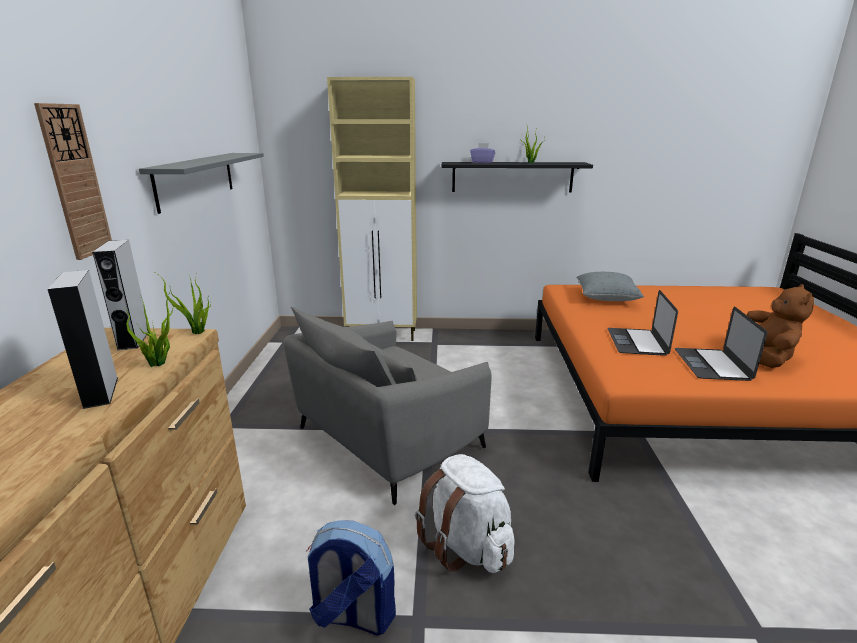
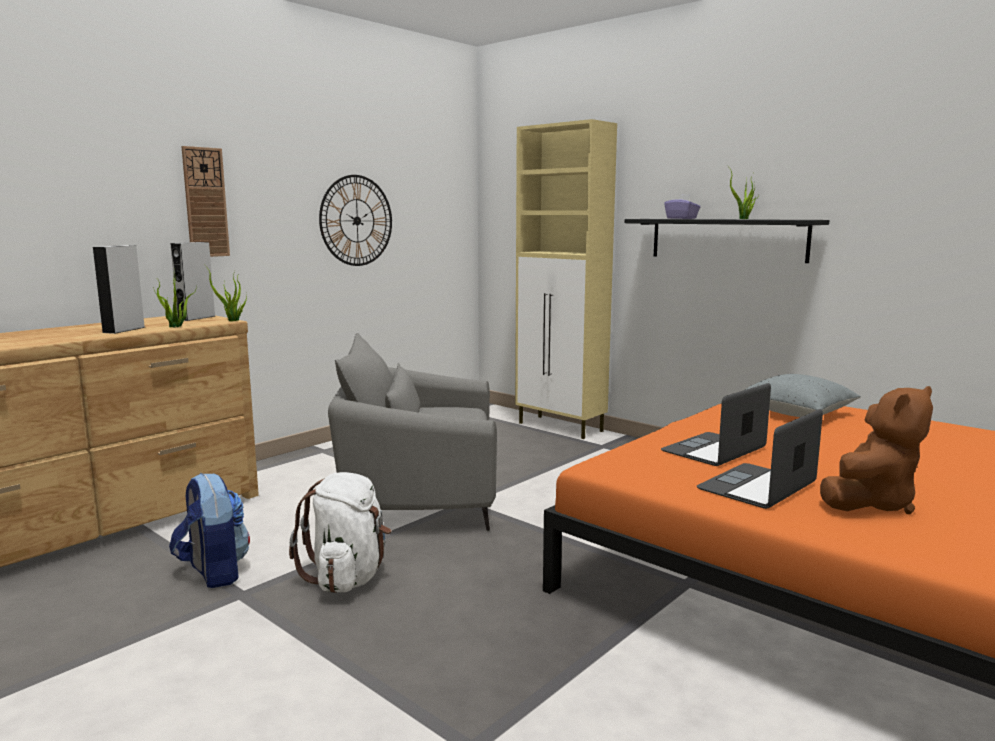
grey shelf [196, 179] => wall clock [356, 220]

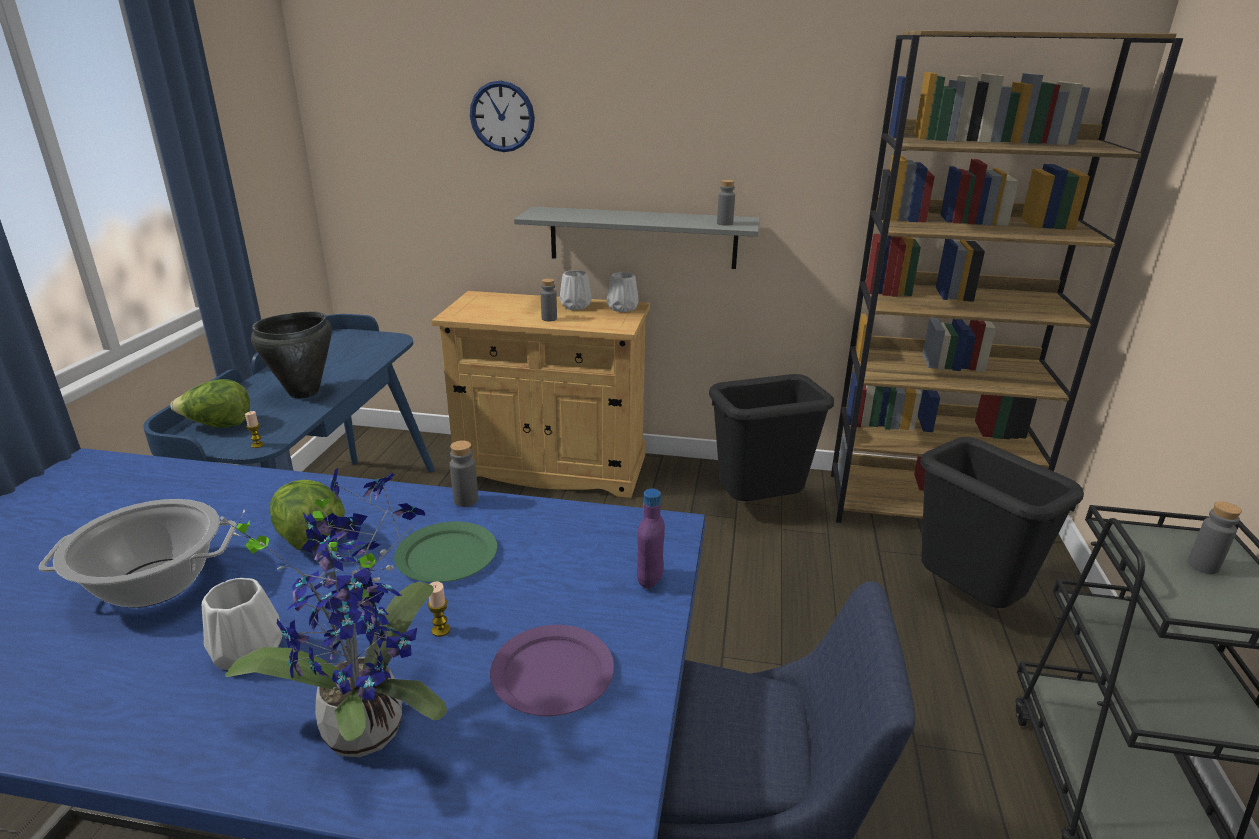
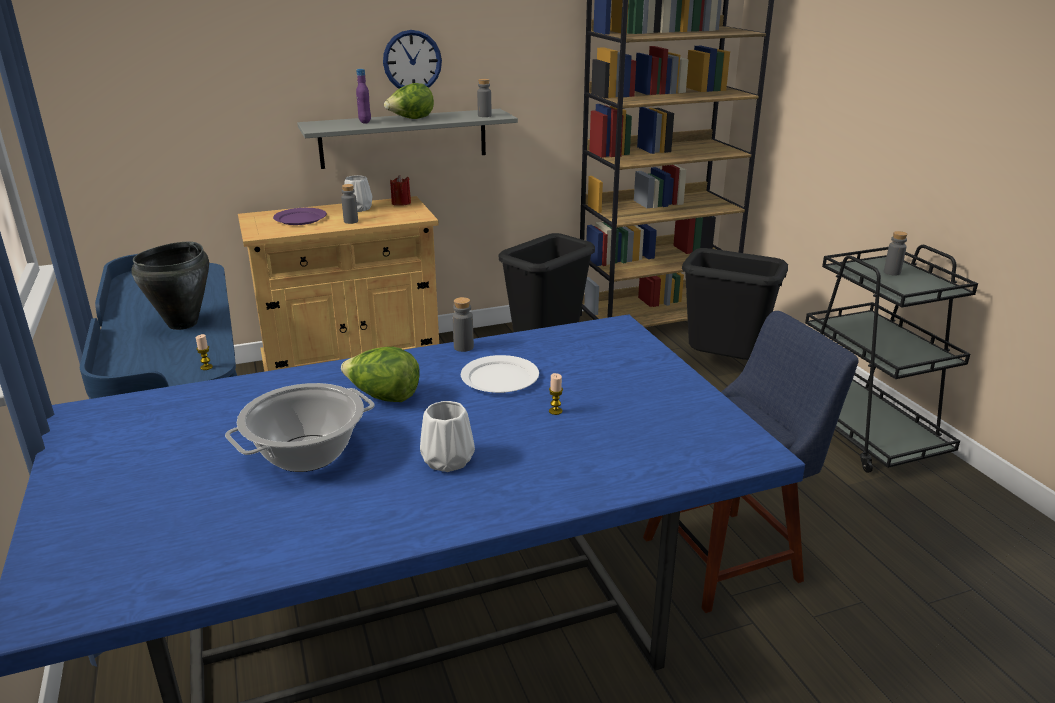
wall clock [502, 116] => wall clock [412, 61], move
white vase [623, 308] => red candle [401, 203]
lettuce [218, 426] => lettuce [411, 119], move
potted plant [367, 721] => nothing
purple bottle [650, 579] => purple bottle [365, 122], move
green plate [446, 556] => white plate [499, 378]
purple plate [553, 674] => purple plate [300, 219], move

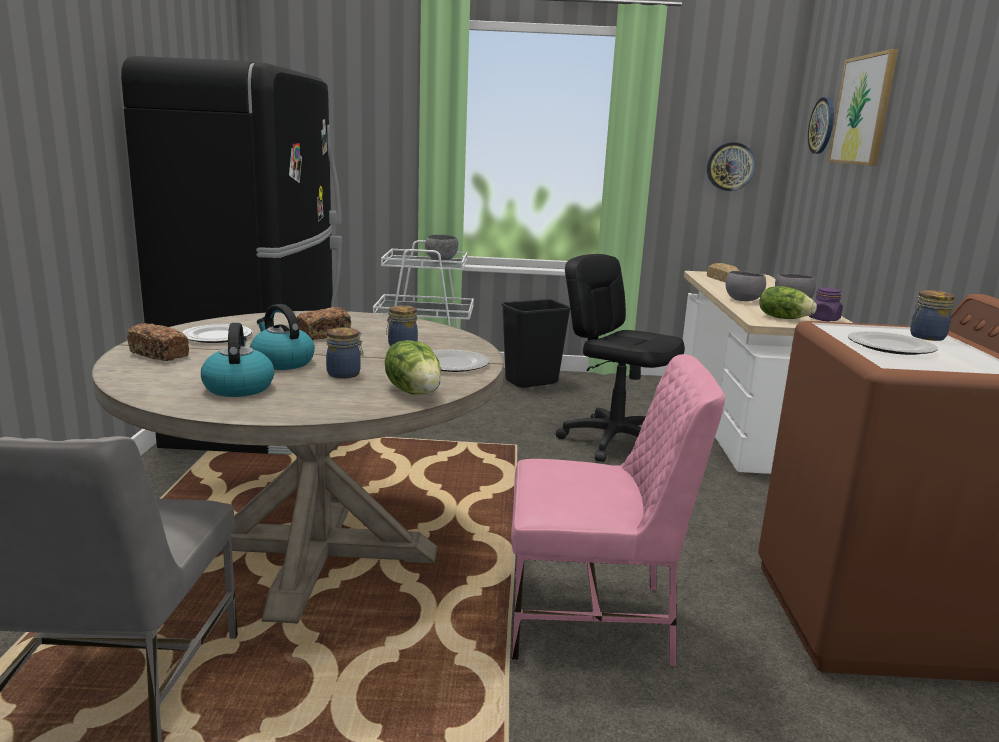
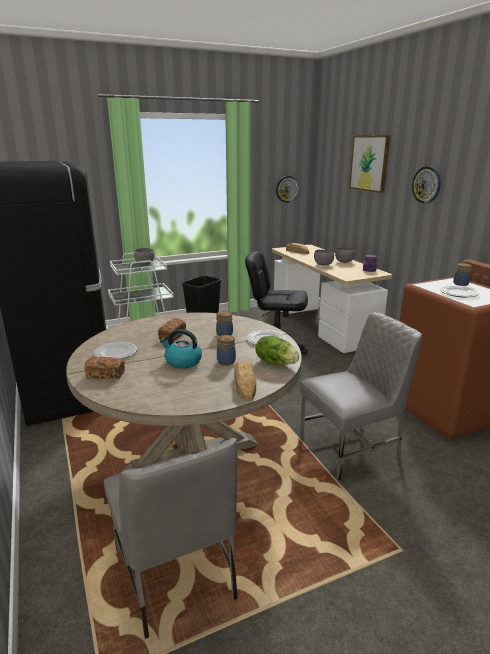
wall clock [822, 125] => wall clock [426, 184], move
lettuce [783, 318] => nothing
kettle [238, 387] => nothing
pink chair [593, 619] => grey chair [351, 448]
nothing => bread [245, 384]

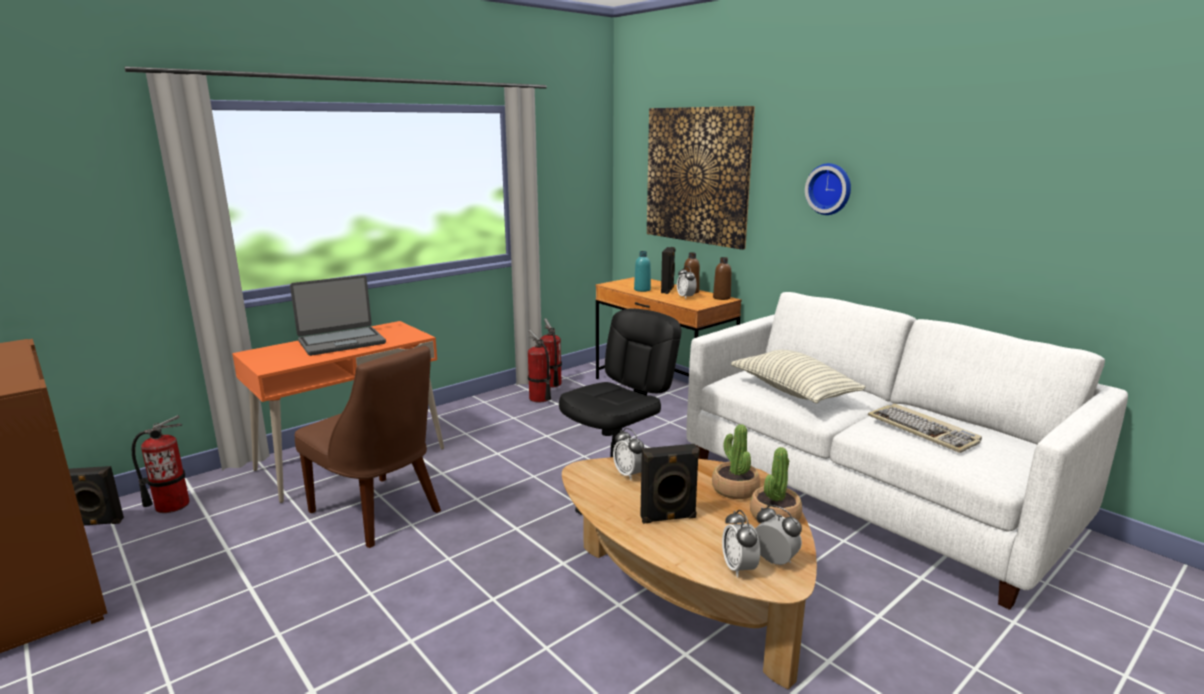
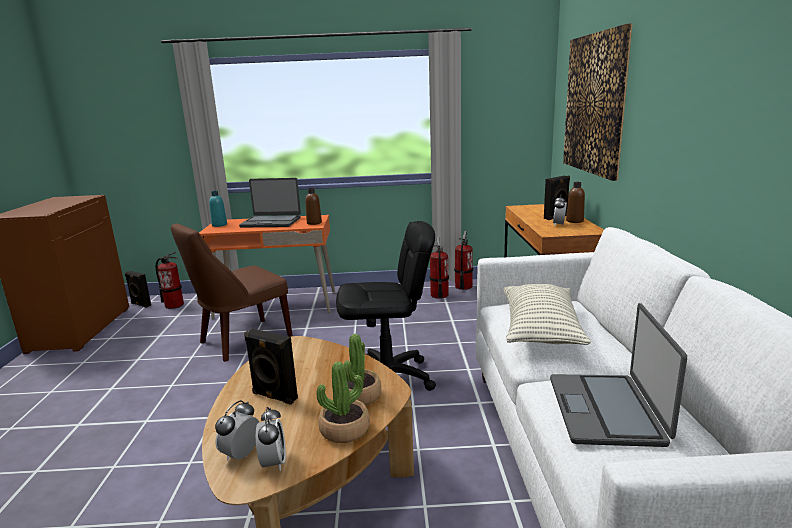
wall clock [830, 189] => nothing
turquoise bottle [642, 290] => turquoise bottle [219, 225], move
brown bottle [721, 298] => brown bottle [314, 223], move
brown chair [379, 513] => brown chair [241, 341], 60 degrees clockwise
keyboard [924, 431] => laptop [606, 410]
alarm clock [629, 474] => nothing

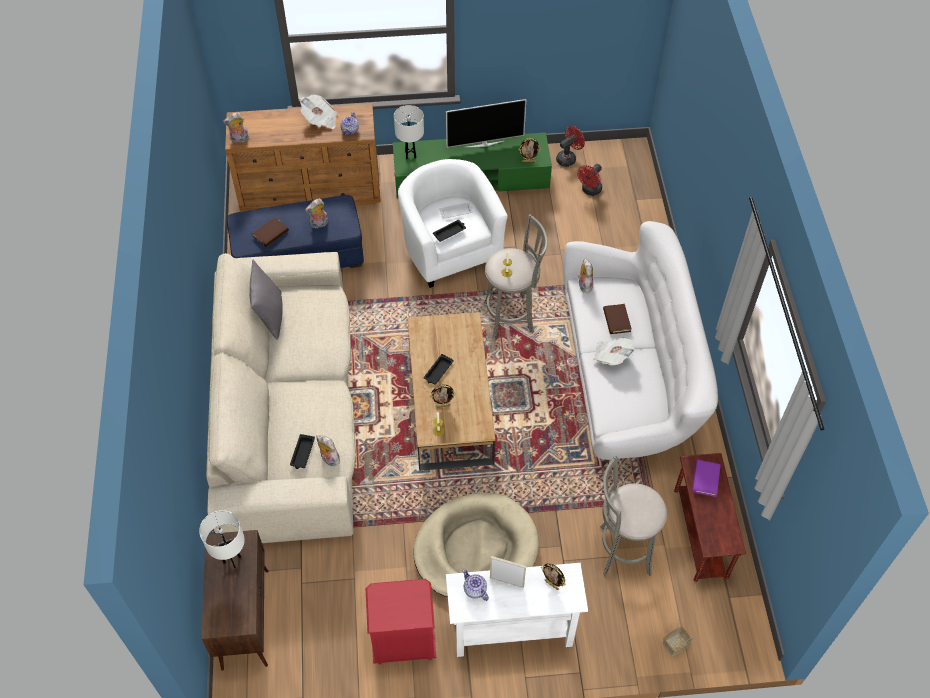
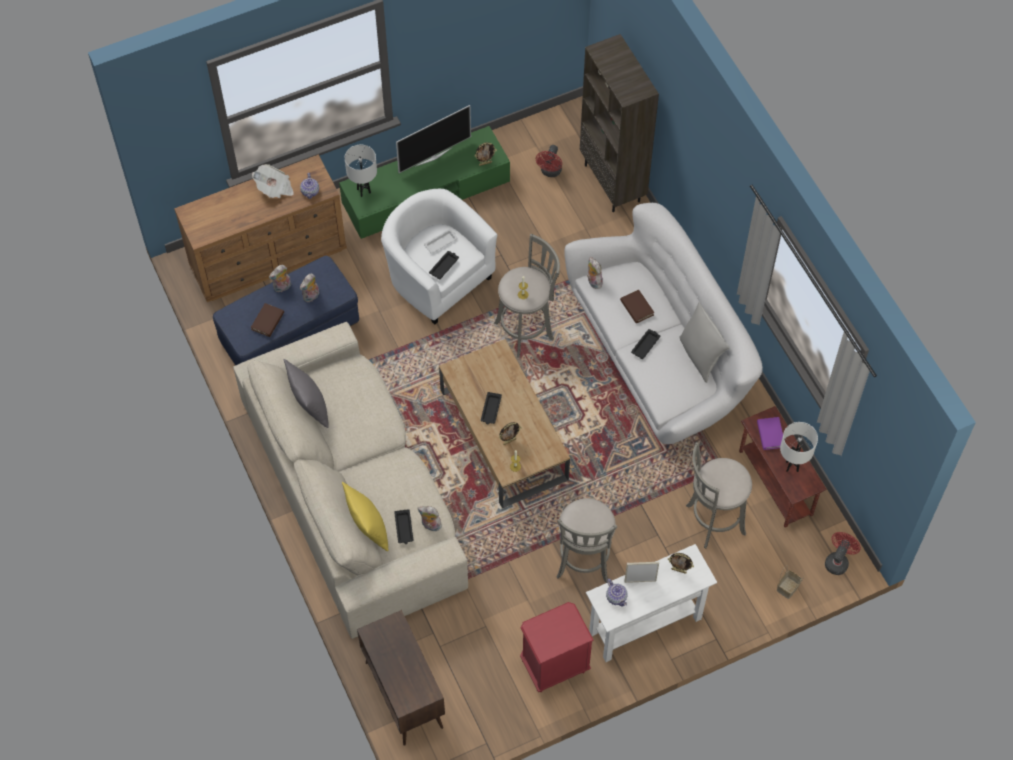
plush toy [239, 139] => plush toy [282, 287], move
red fan [568, 158] => red fan [838, 561], move
newspaper [612, 356] => black tray [646, 345]
beige dog bed [475, 549] => grey stool [583, 563]
white table lamp [232, 560] => white table lamp [791, 466], move
teapot [475, 590] => teapot [616, 597], 150 degrees counterclockwise
nothing => brown bookcase [613, 183]
nothing => grey pillow [700, 356]
nothing => yellow pillow [368, 528]

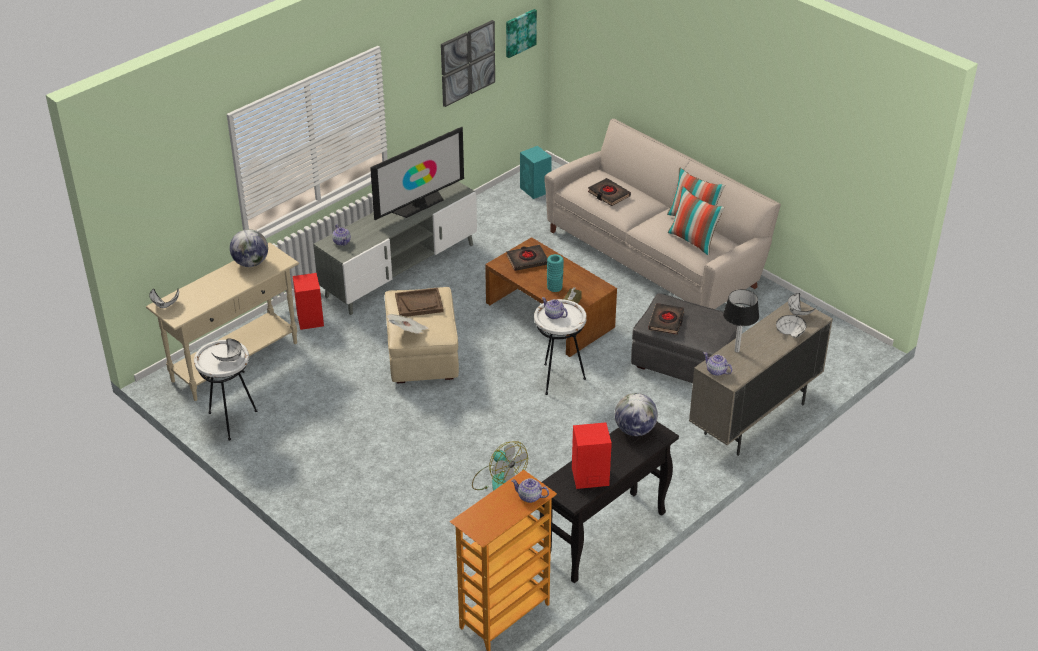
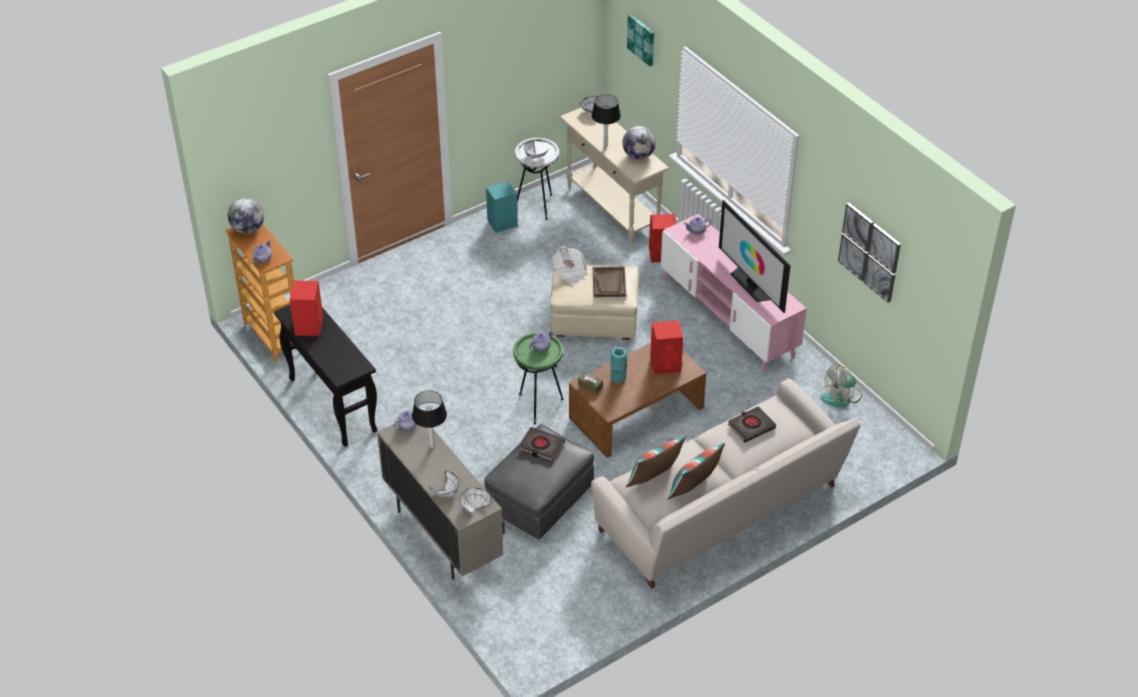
picture [519, 32] => picture [642, 39], move
turquoise speaker [535, 190] => turquoise speaker [501, 223], move
grey tv stand [400, 270] => pink tv stand [728, 316]
black book [527, 260] => red speaker [666, 364]
white side table [558, 379] => green side table [539, 405]
globe [634, 430] => globe [248, 229], move
fan [498, 481] => fan [841, 397], move
nothing => table lamp [605, 146]

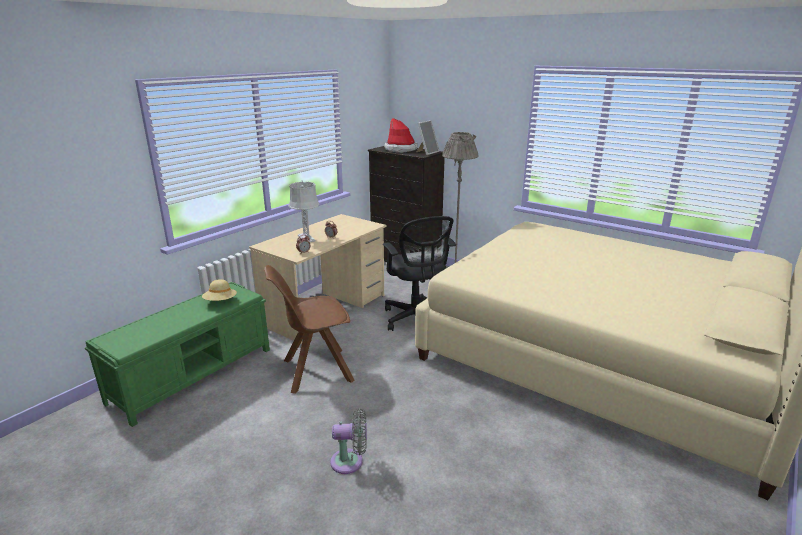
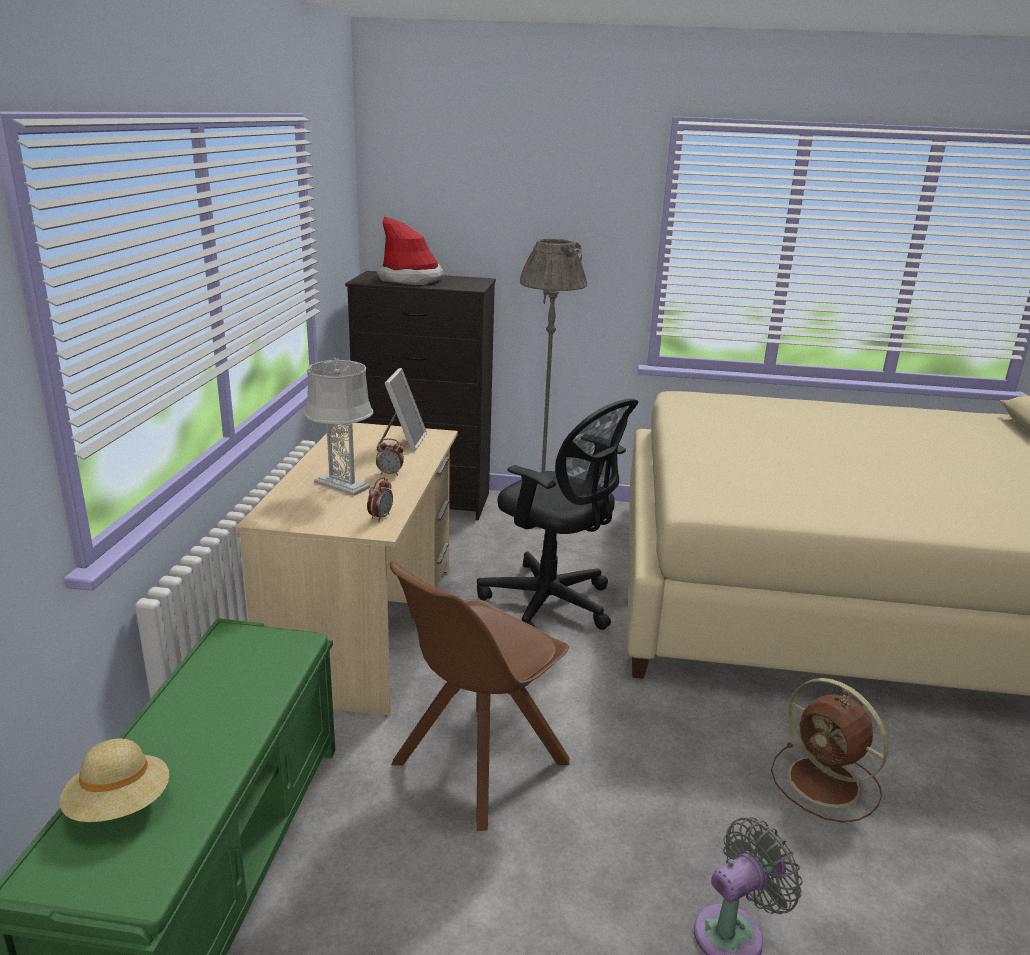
picture frame [427, 152] => picture frame [403, 441], move
beige hat [220, 302] => beige hat [120, 806], move
nothing => brown fan [826, 784]

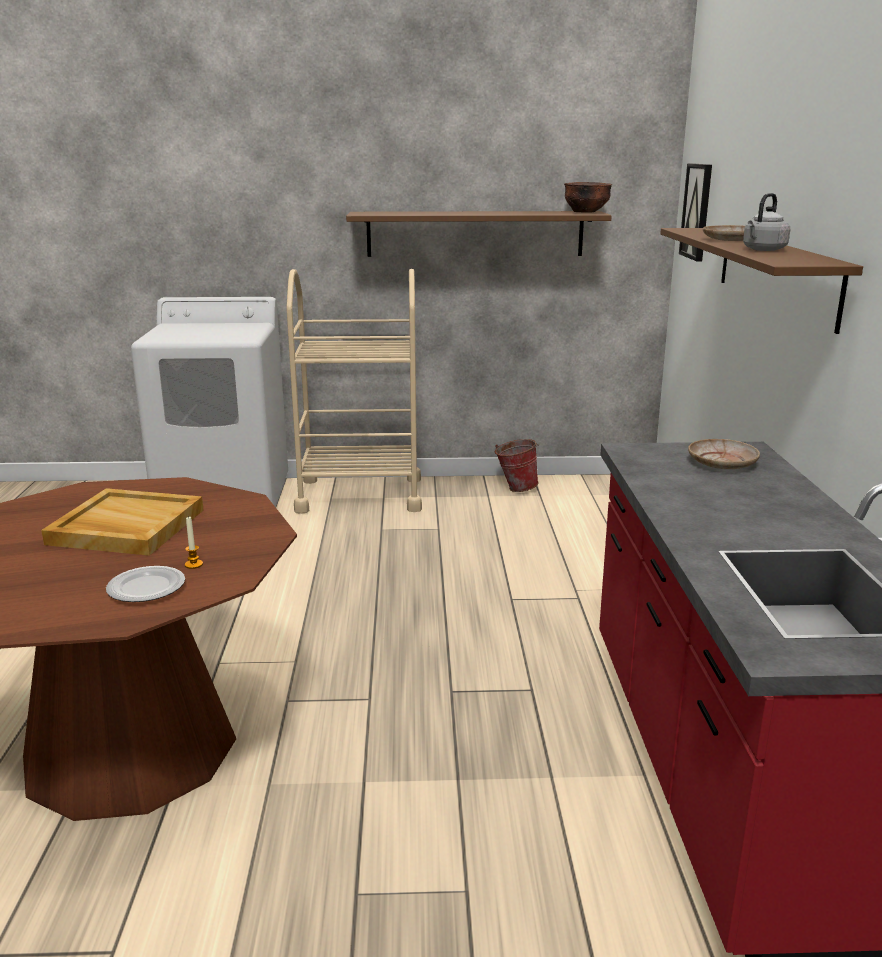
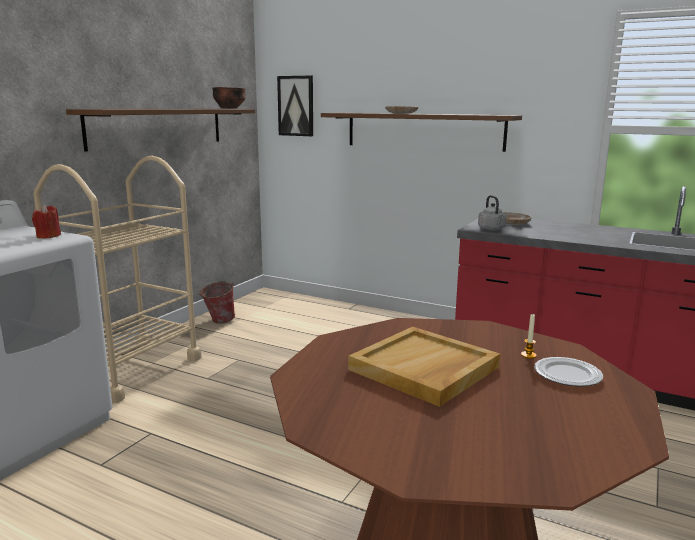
grey kettle [763, 250] => grey kettle [492, 229], move
nothing => red candle [48, 236]

